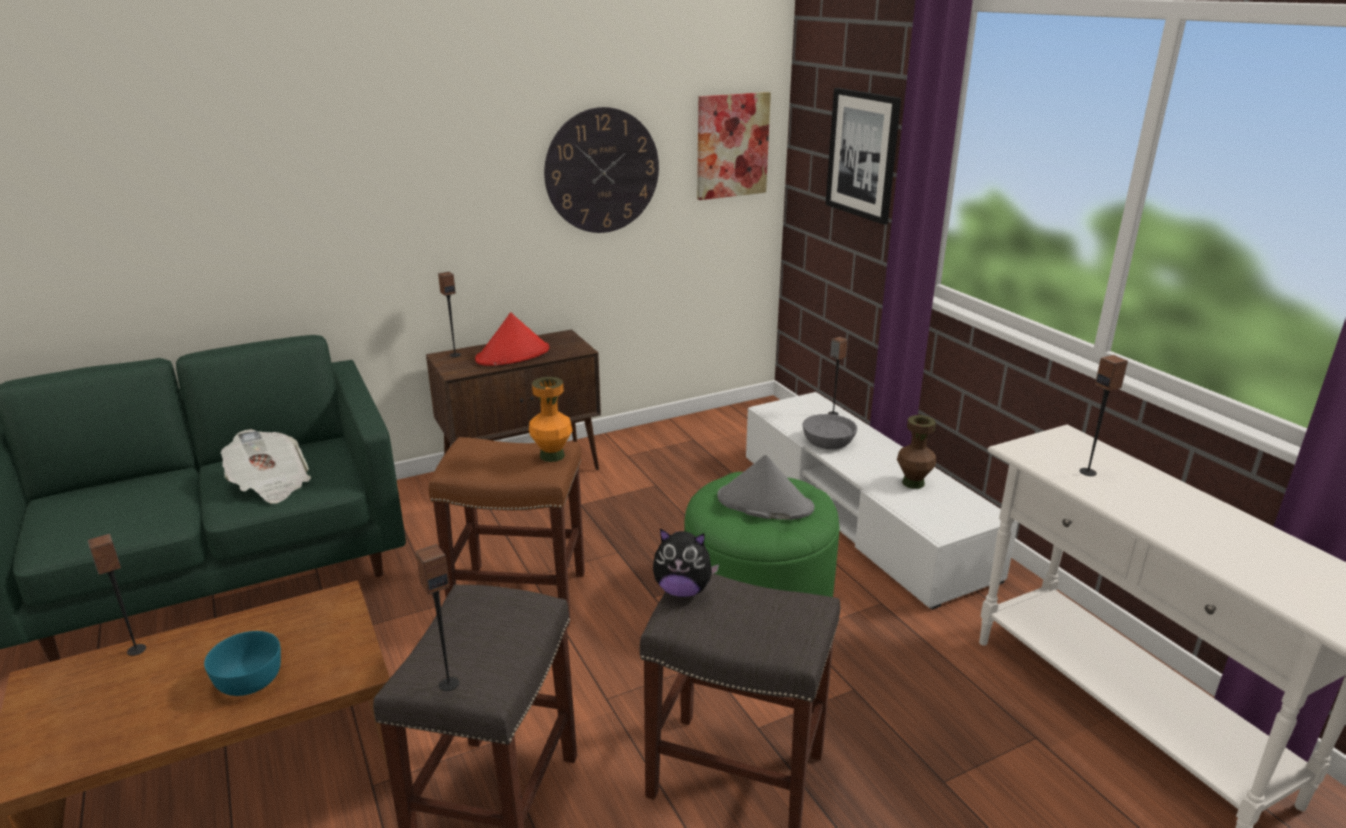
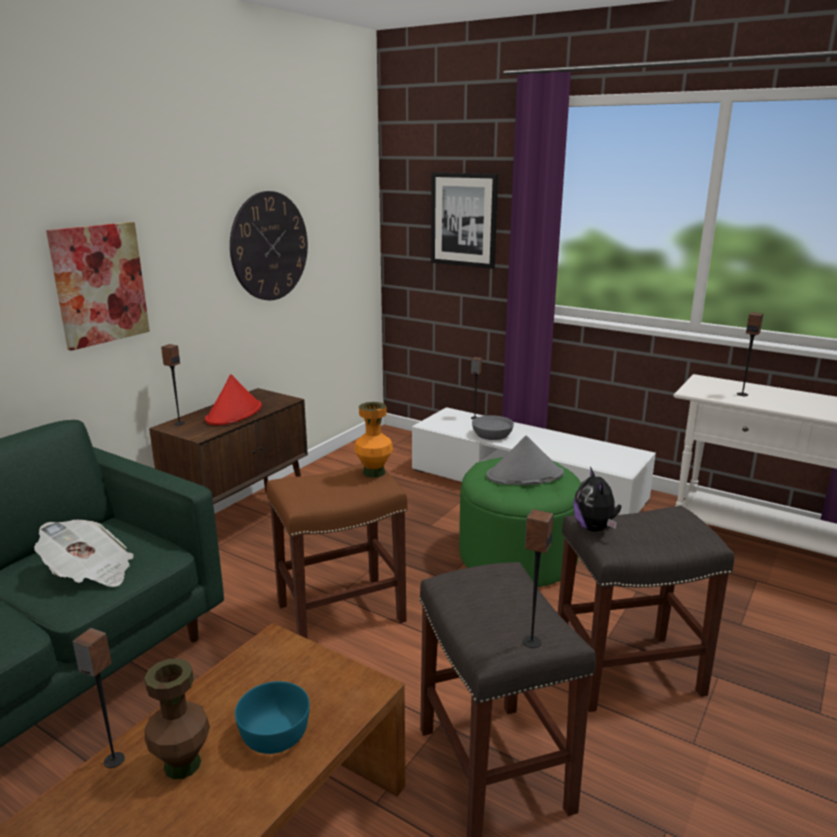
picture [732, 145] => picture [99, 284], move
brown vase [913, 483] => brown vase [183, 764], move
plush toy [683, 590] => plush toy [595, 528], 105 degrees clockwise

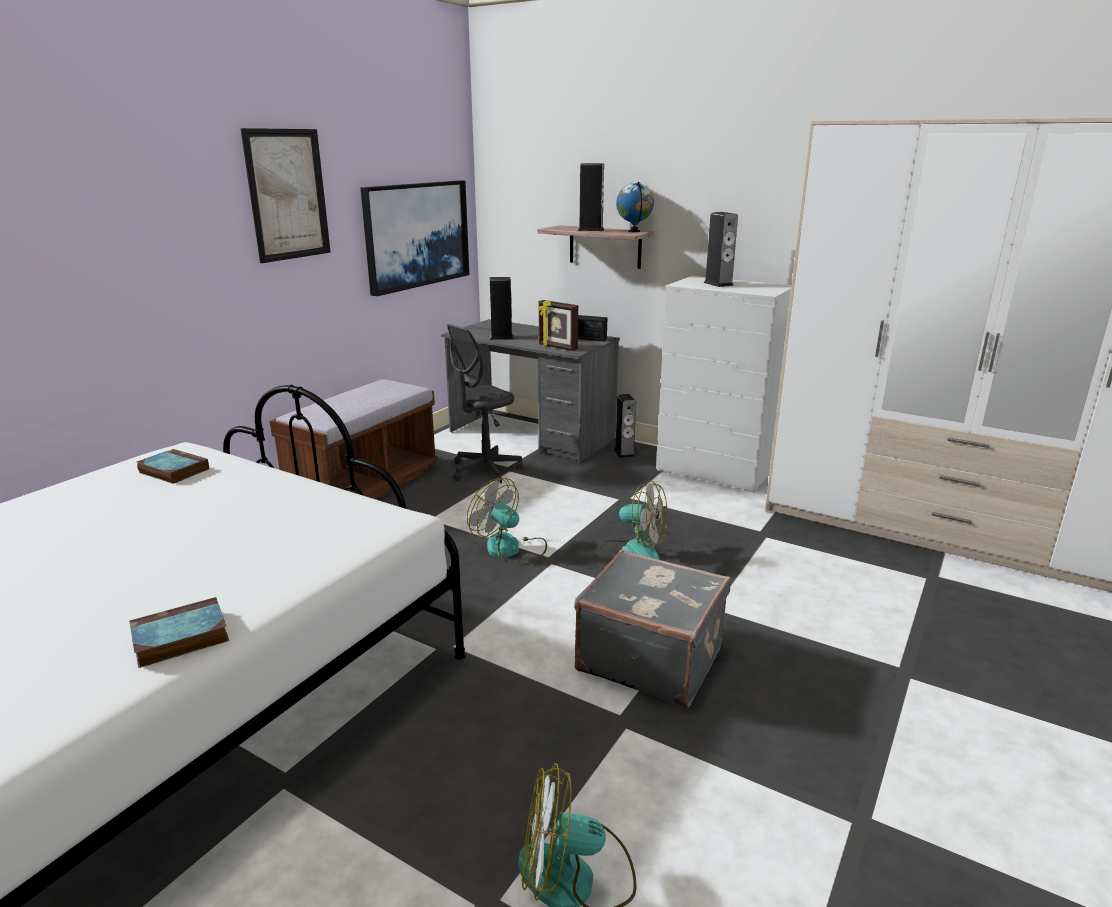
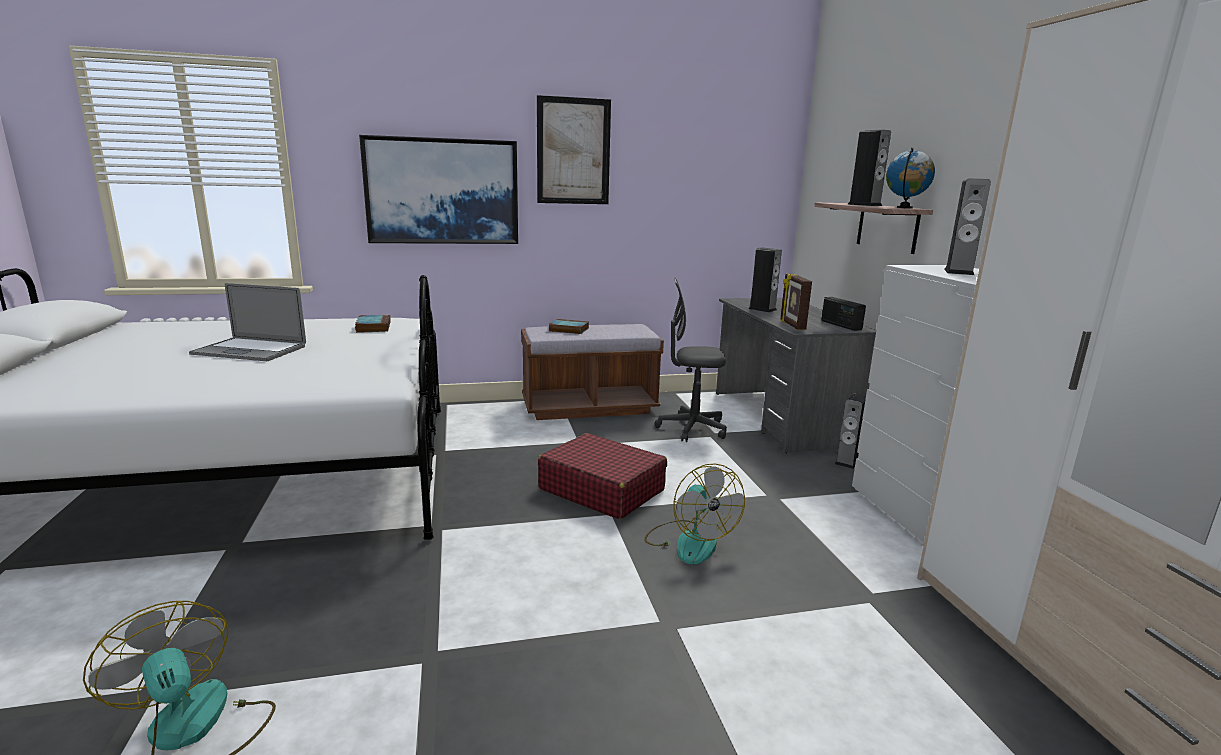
picture [416, 235] => picture [442, 191], move
fan [510, 550] => red suitcase [601, 489]
grey suitcase [650, 658] => nothing
book [178, 639] => book [567, 329], move
nothing => laptop [250, 350]

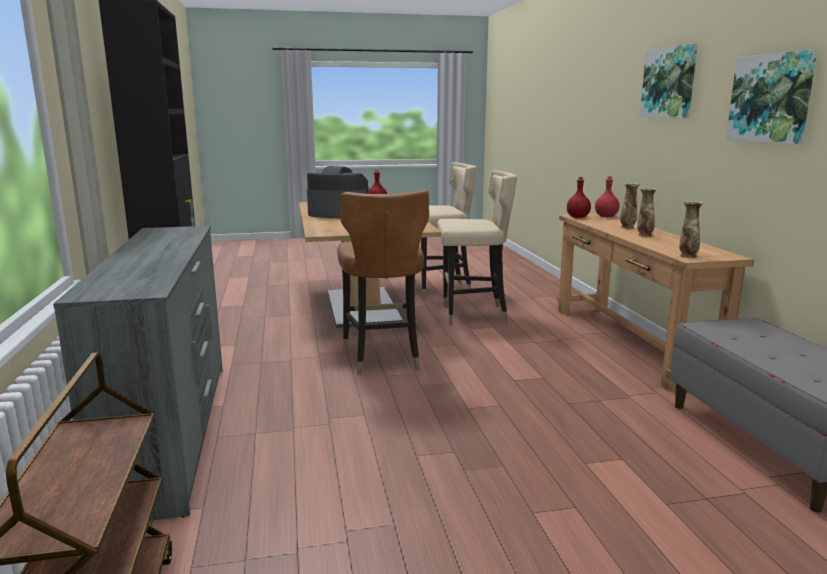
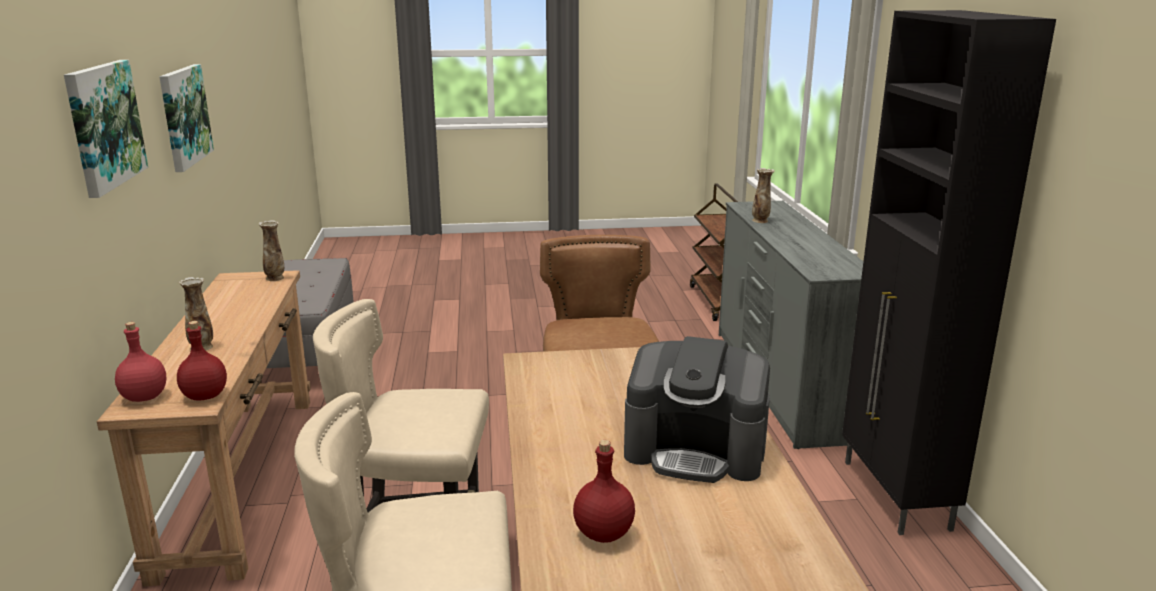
vase [644, 235] => vase [760, 221], move

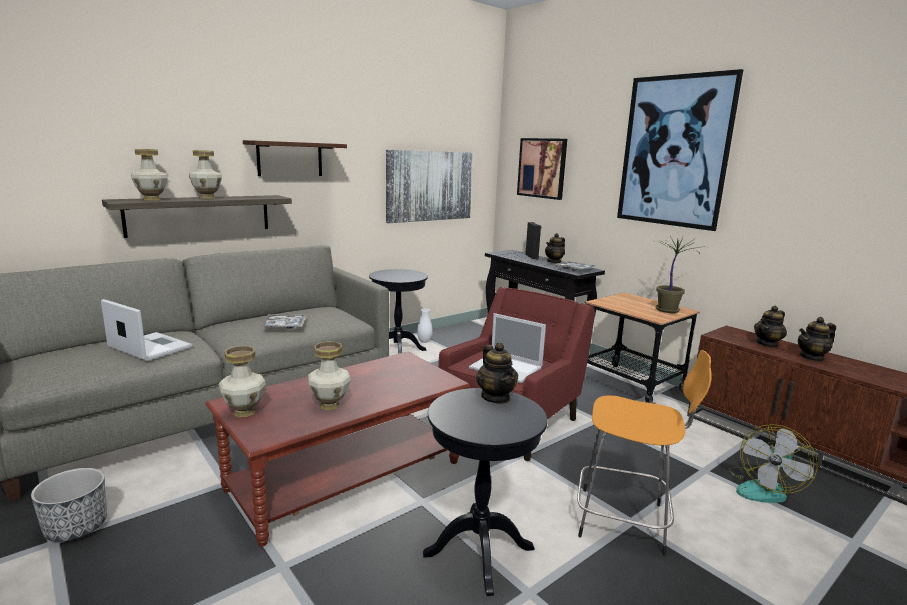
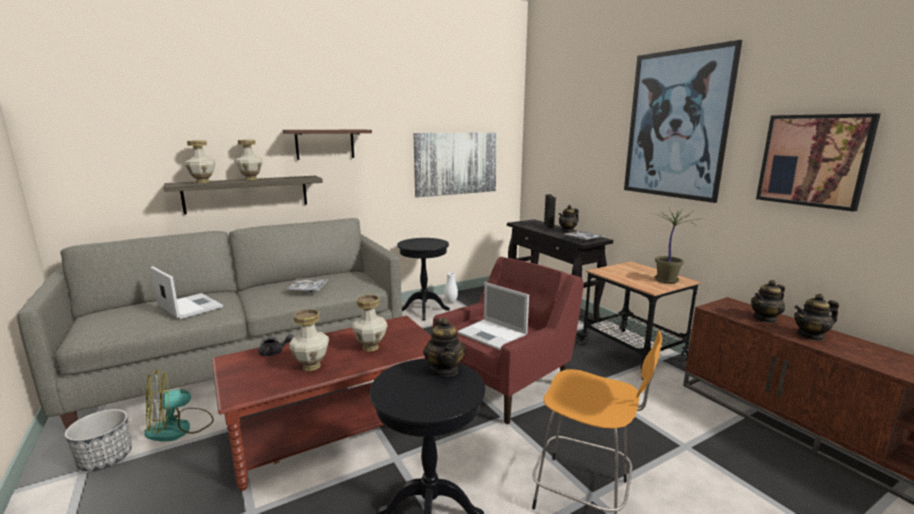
picture [542, 168] => picture [813, 160], move
vase [245, 412] => vase [371, 347], move
fan [764, 488] => fan [179, 428], move
nothing => grey teapot [275, 352]

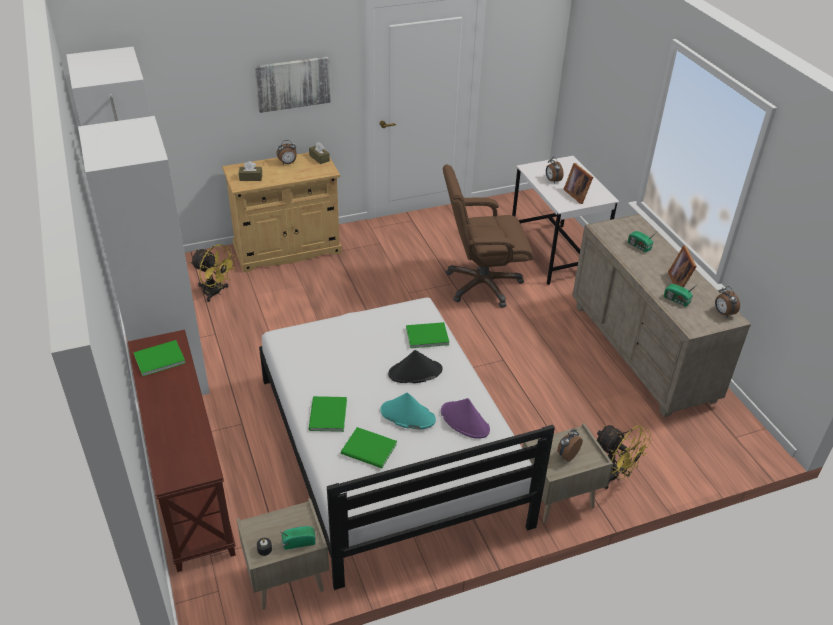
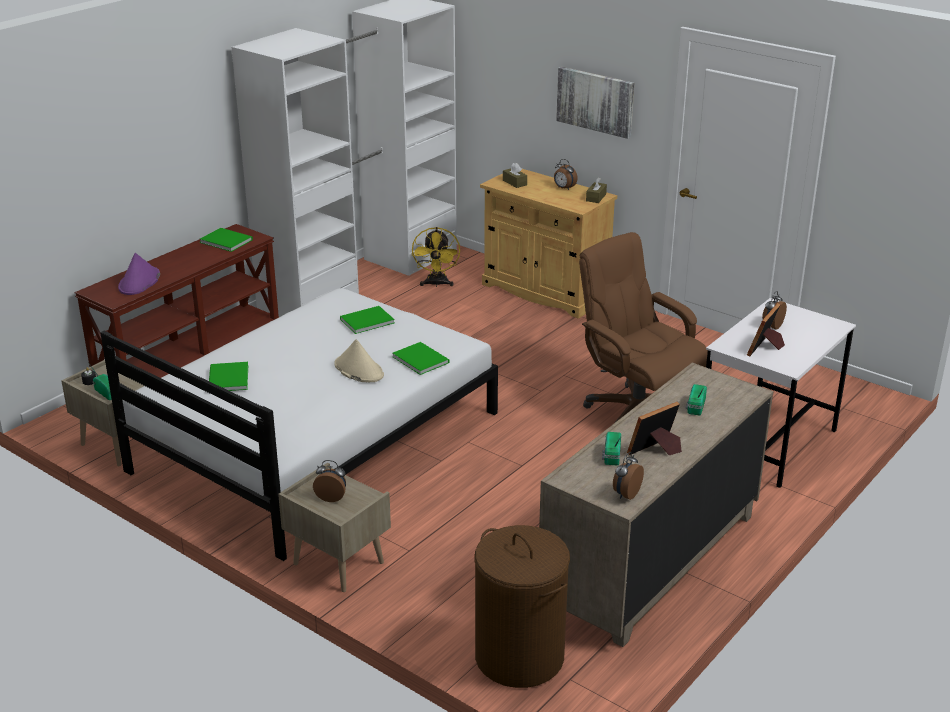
black hat [415, 372] => beige hat [358, 370]
turquoise hat [407, 415] => nothing
green book [326, 416] => green book [365, 321], move
purple hat [465, 421] => purple hat [139, 282], move
yellow fan [613, 476] => nothing
nothing => brown laundry basket [520, 657]

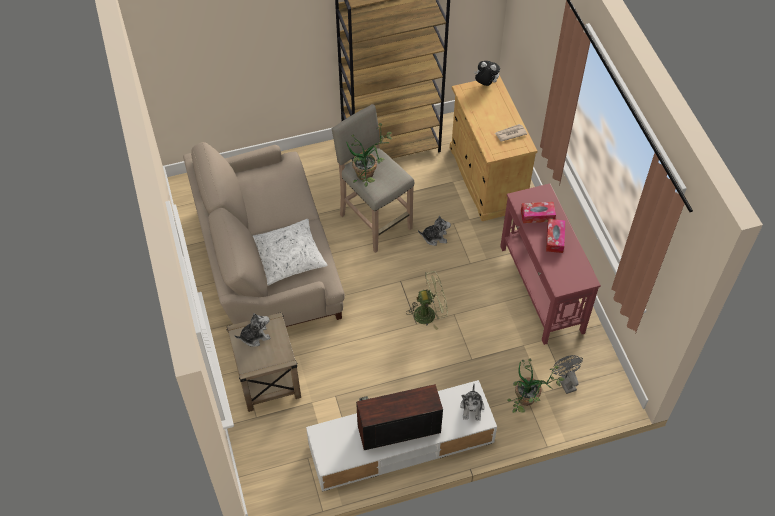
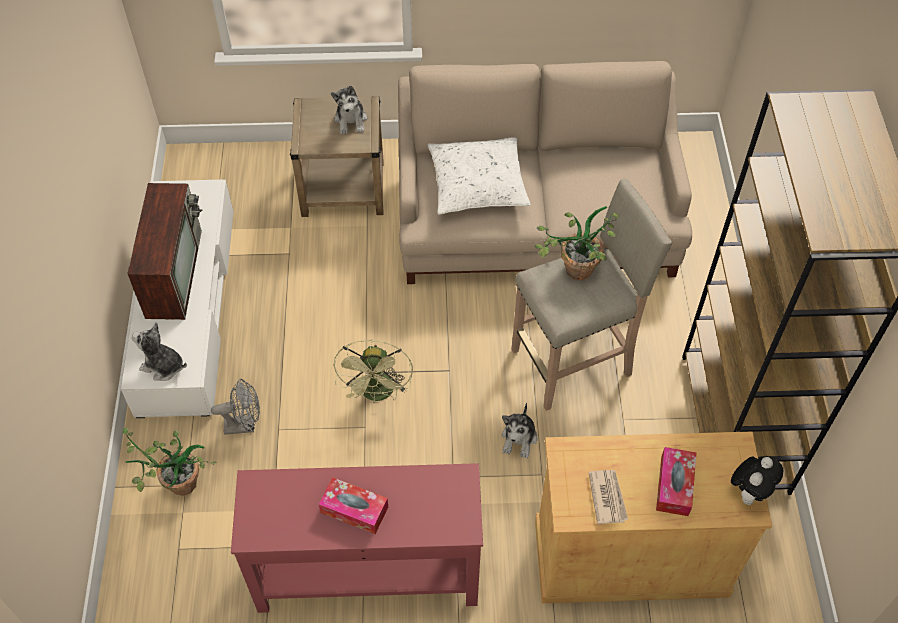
tissue box [537, 215] => tissue box [674, 485], move
grey fan [565, 381] => grey fan [244, 425], move

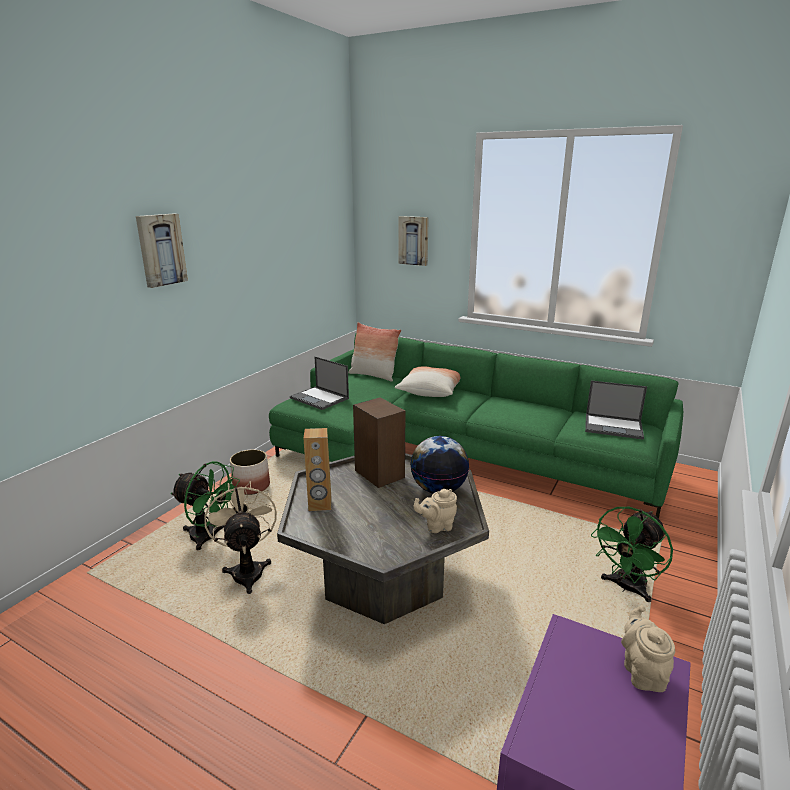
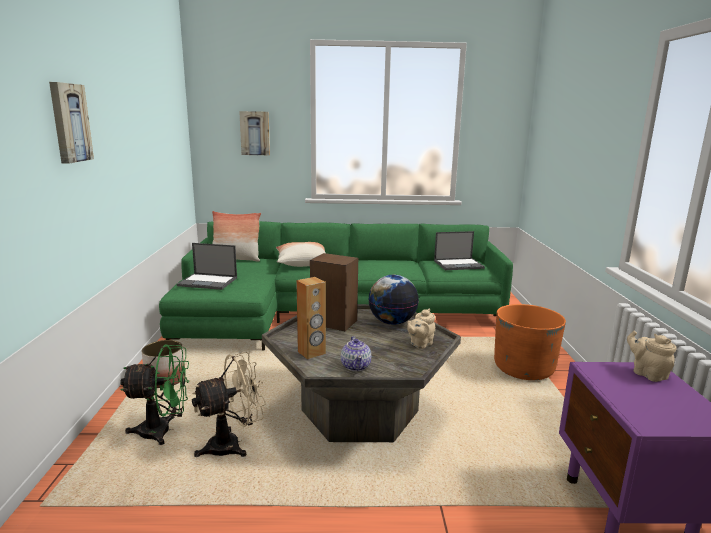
beige fan [247, 570] => beige fan [232, 444], 105 degrees clockwise
green fan [626, 588] => orange planter [523, 369]
nothing => teapot [356, 366]

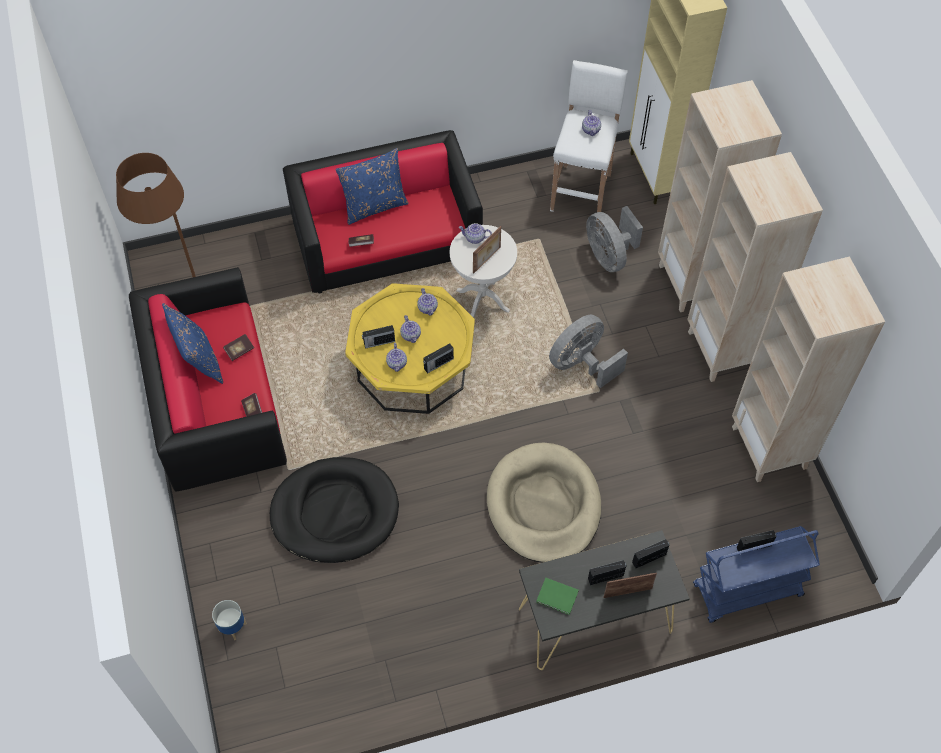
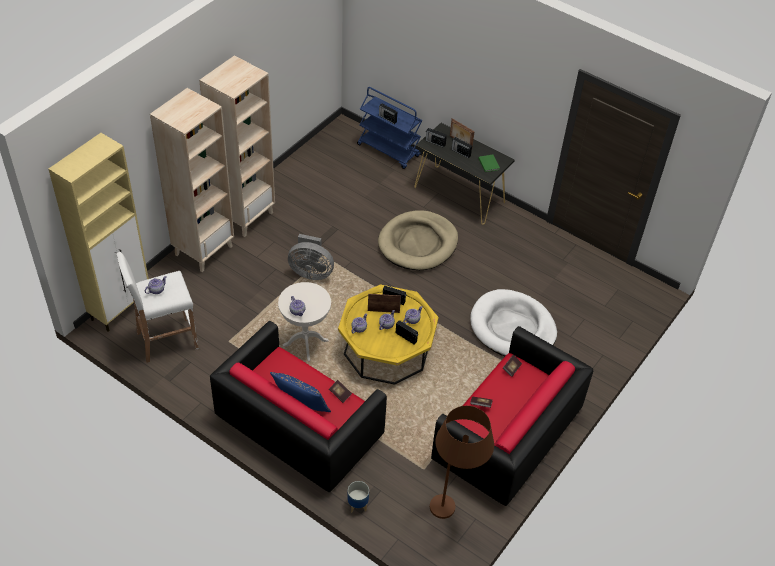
grey fan [609, 256] => nothing
picture frame [487, 260] => picture frame [383, 311], move
beige bookcase [770, 448] => nothing
blue pillow [199, 361] => nothing
black dog bed [335, 512] => white dog bed [512, 328]
planter [233, 626] => planter [357, 505], move

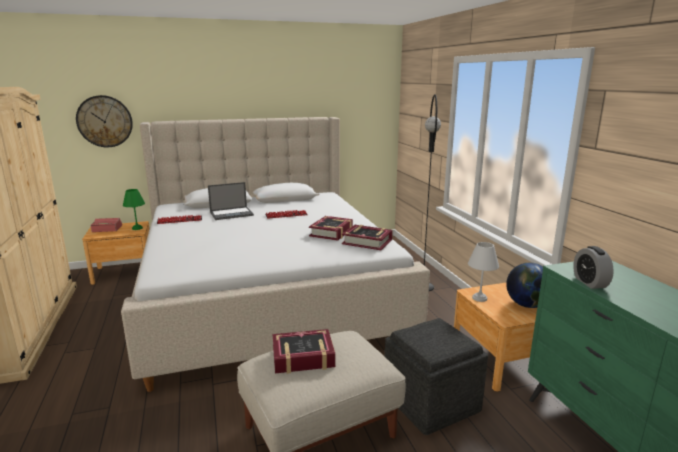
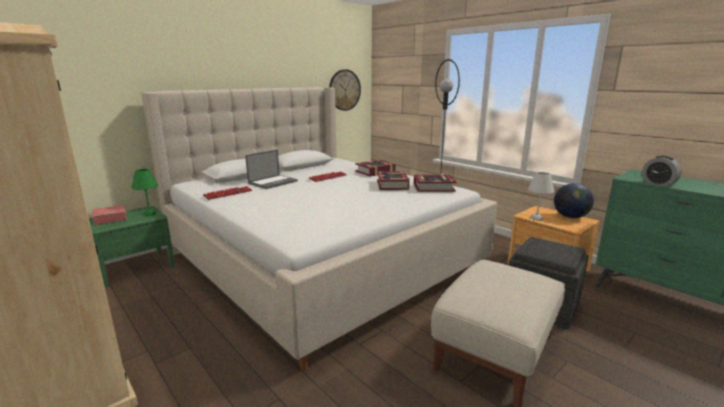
wall clock [105, 121] => wall clock [344, 90], move
brown nightstand [124, 272] => green nightstand [135, 267]
book [303, 357] => book [375, 172], move

